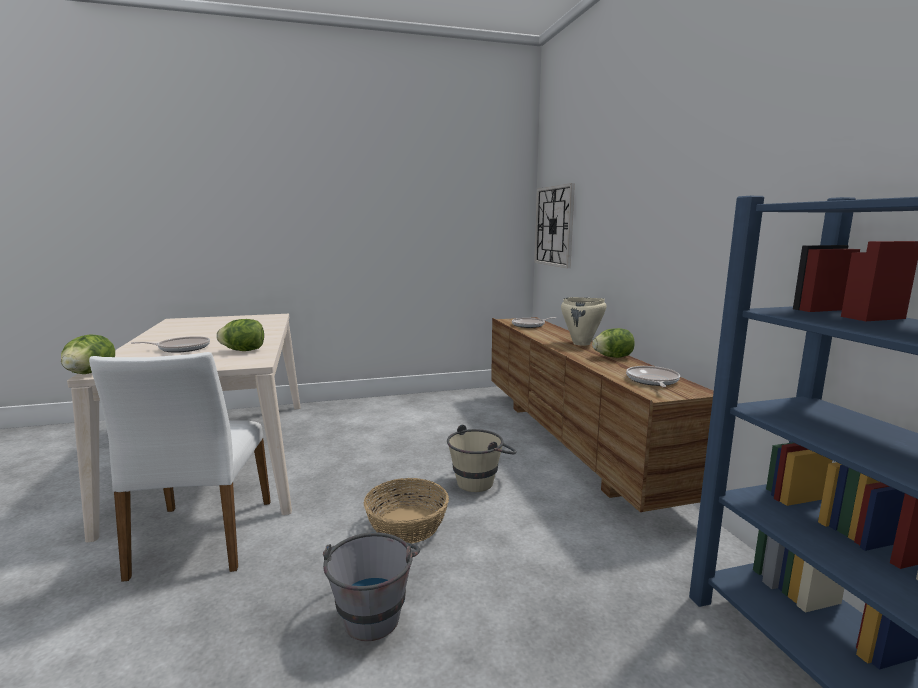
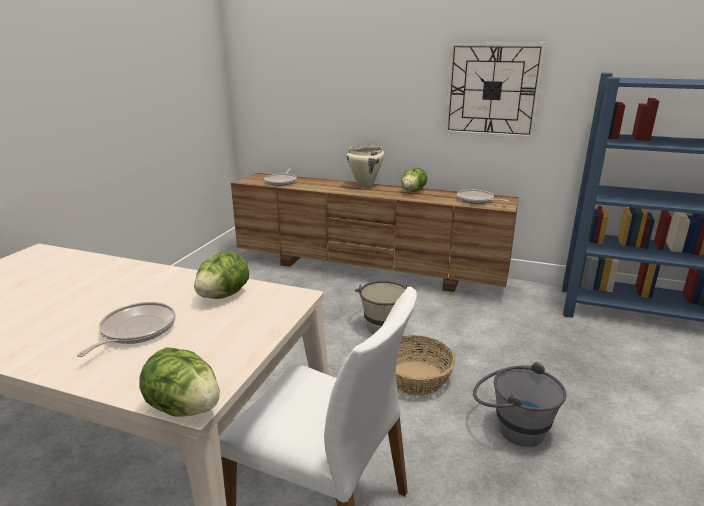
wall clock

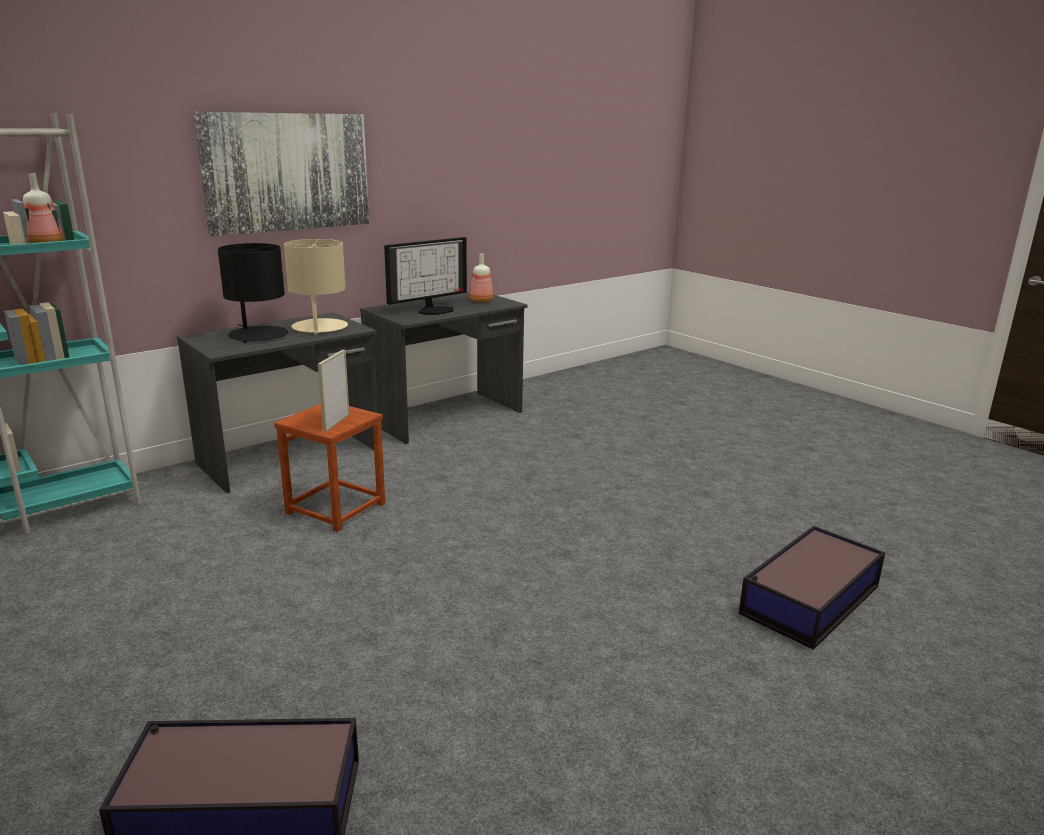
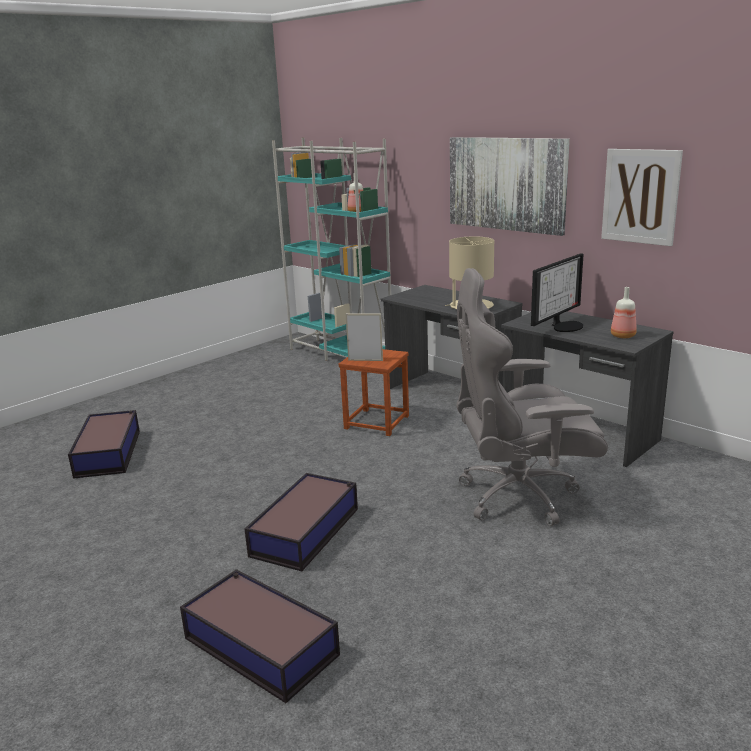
black table lamp
monitor
storage box (3rd from left)
grey office chair
picture (2nd from left)

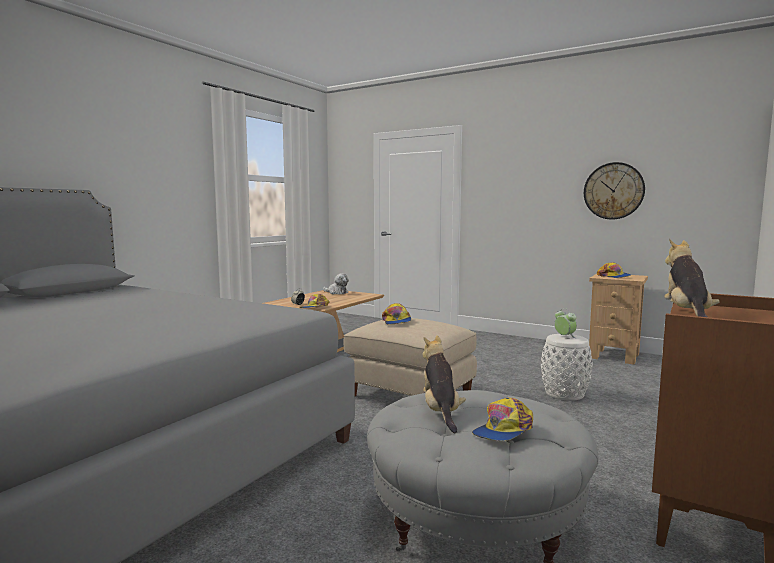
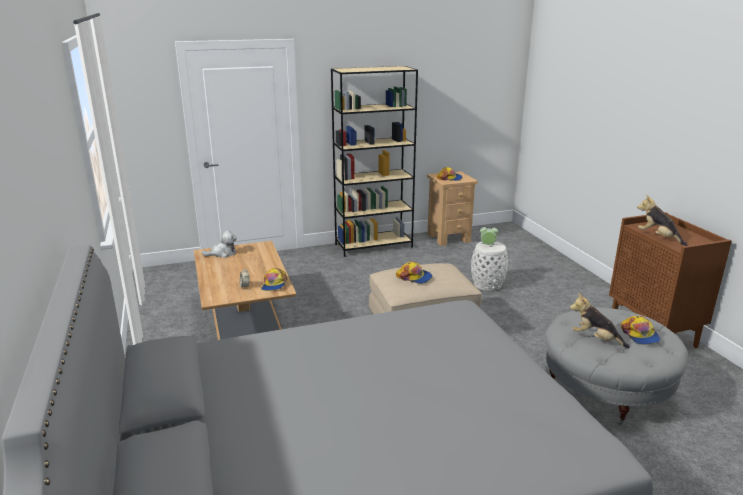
wall clock
beige bookcase

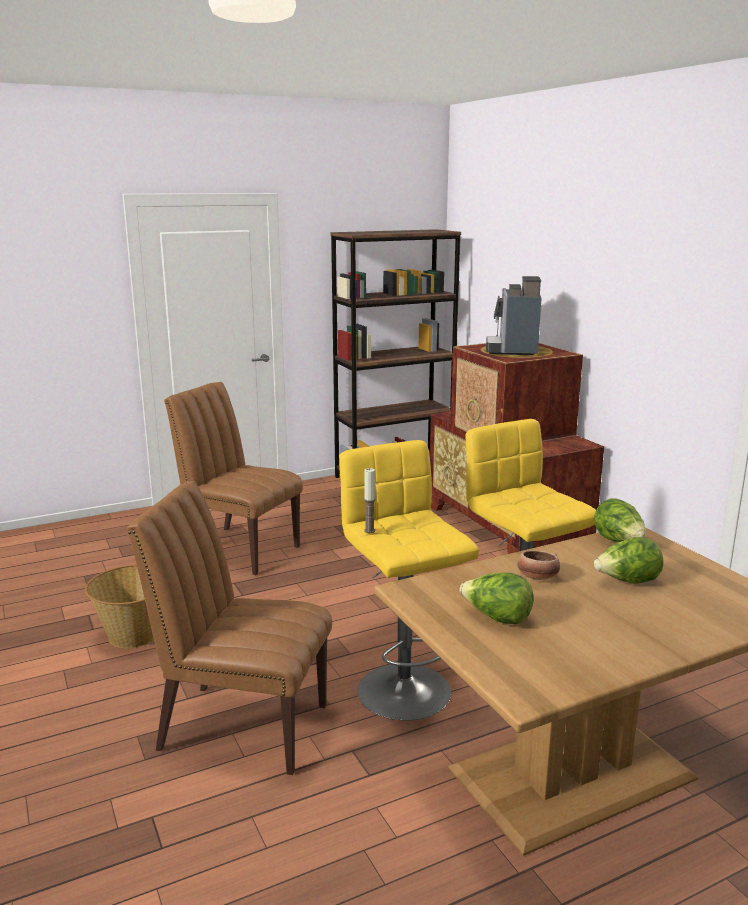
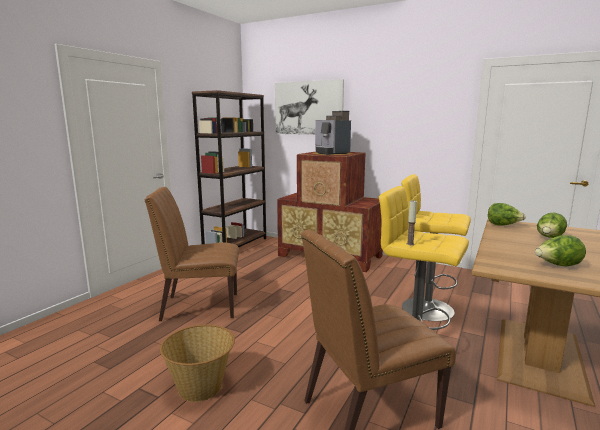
bowl
picture

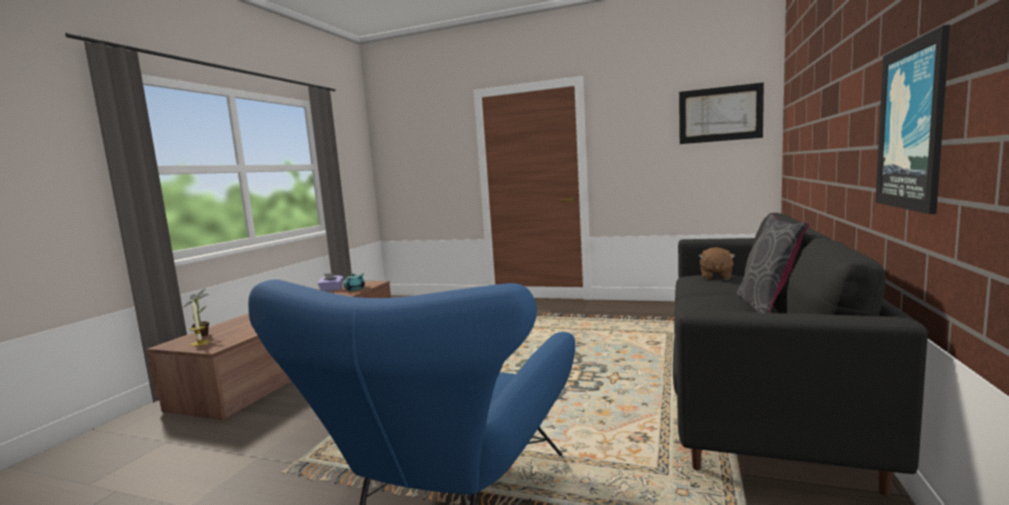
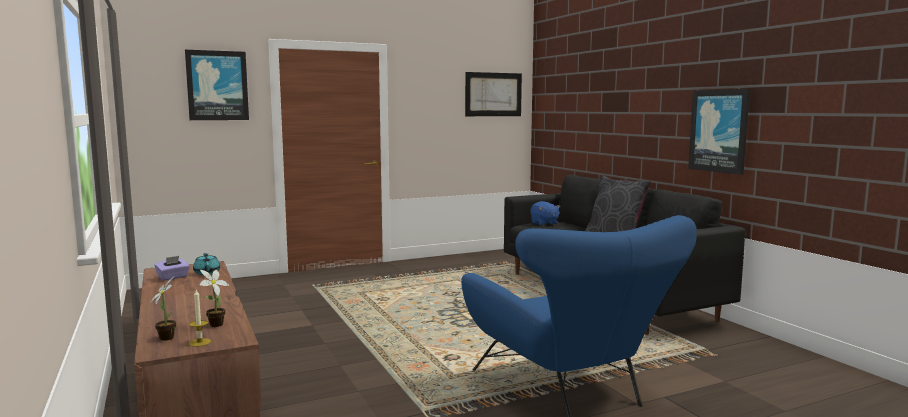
blue plush toy
picture (1st from left)
potted plant (2nd from left)

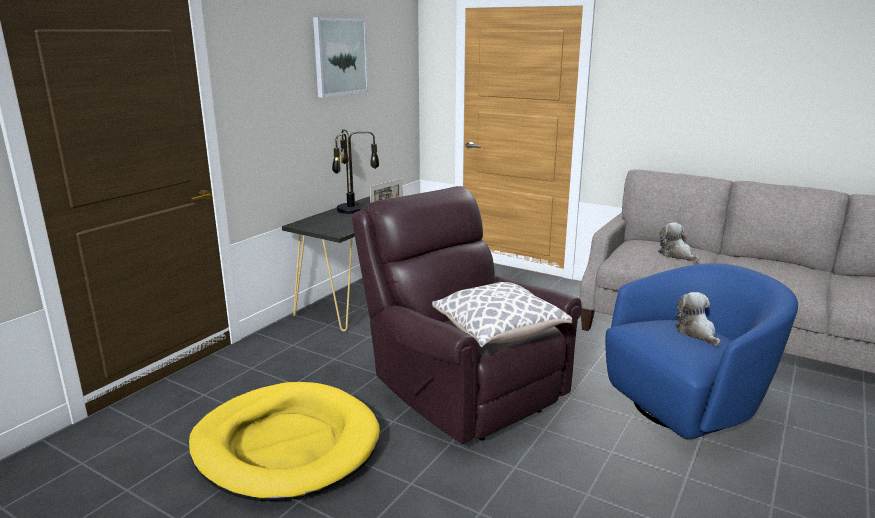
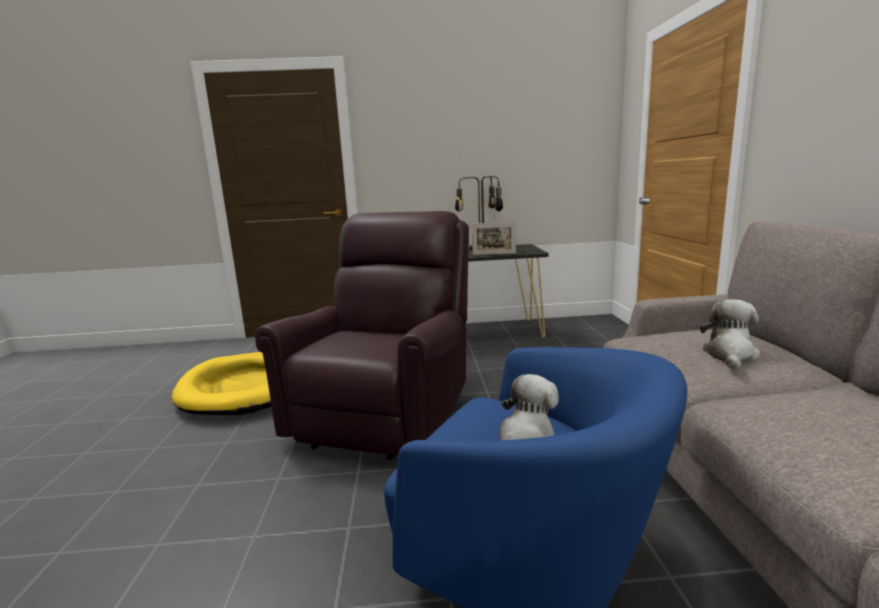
picture
pillow

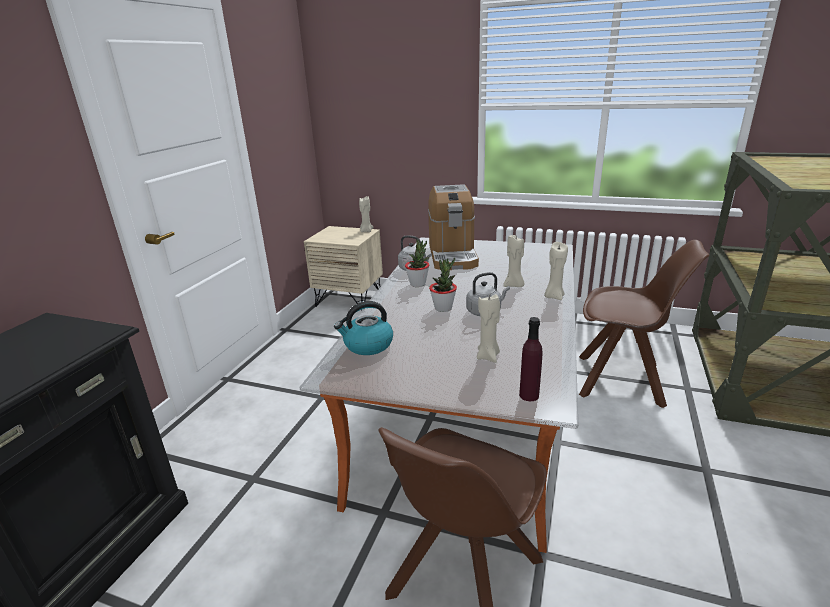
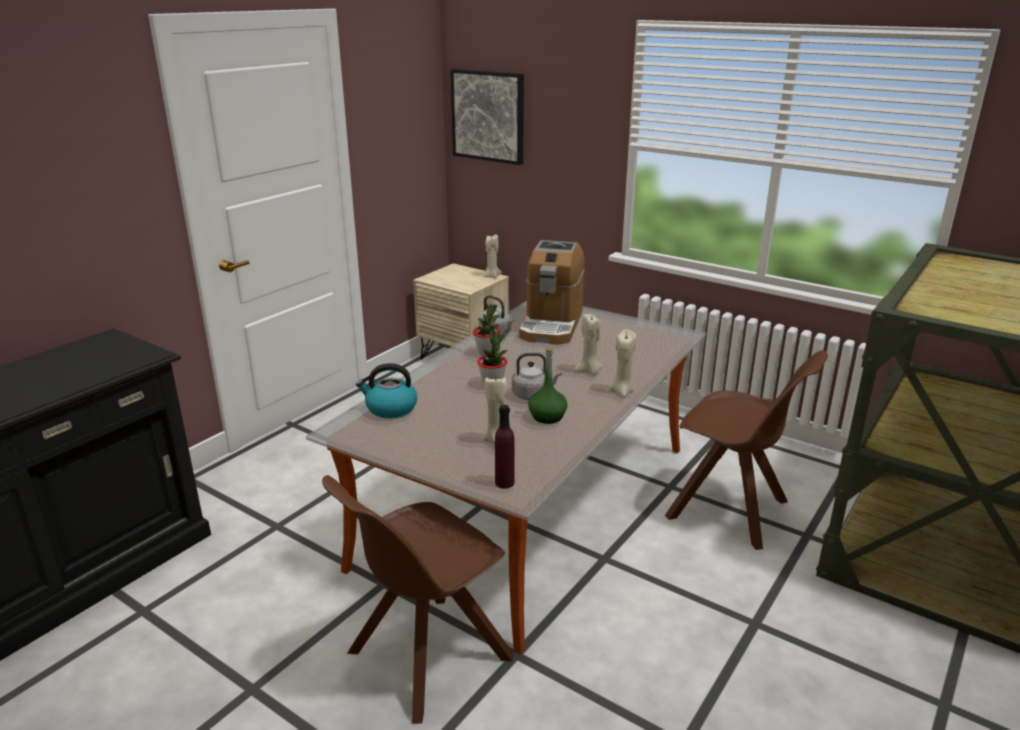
picture
green bottle

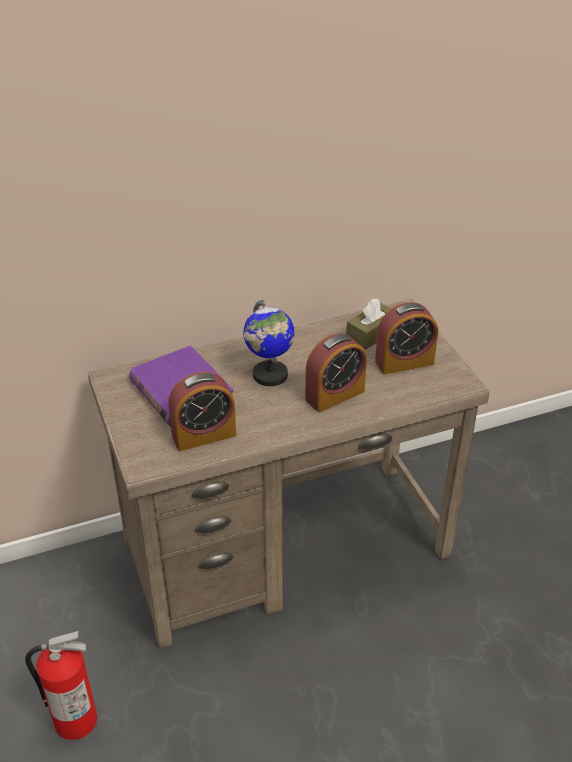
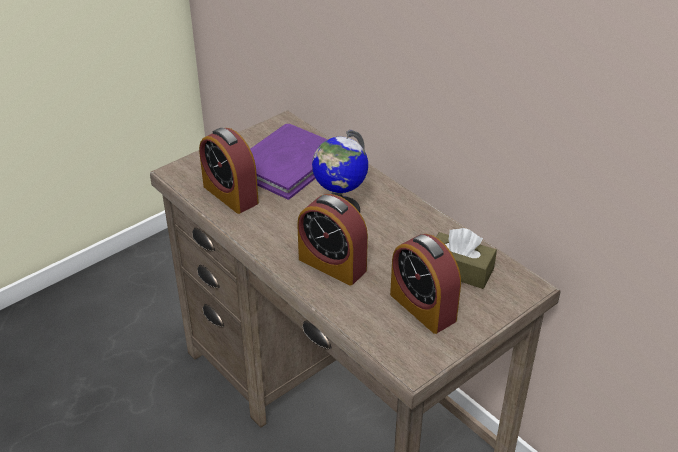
fire extinguisher

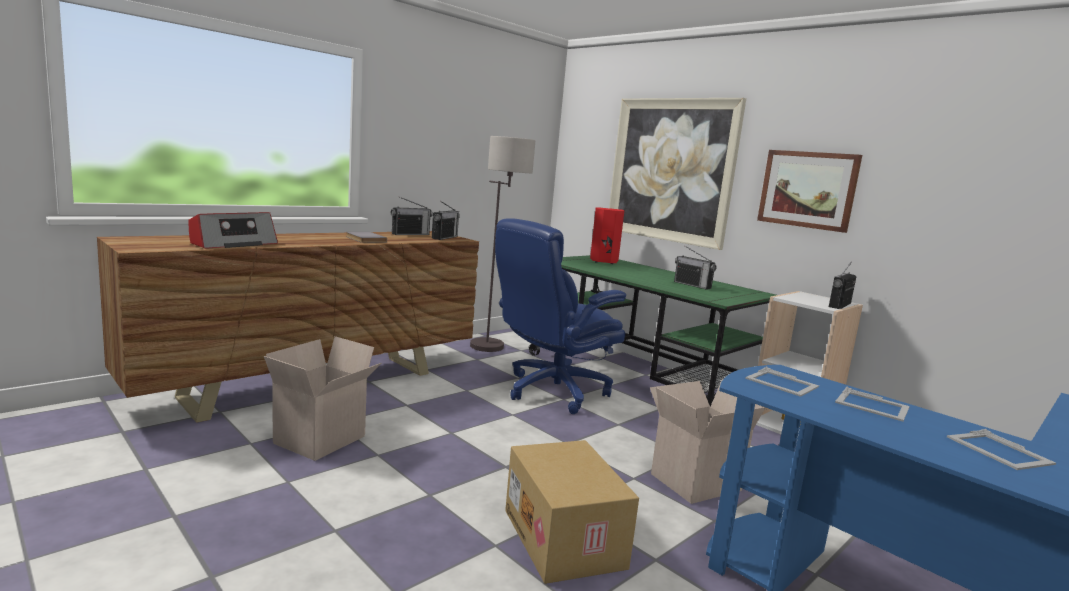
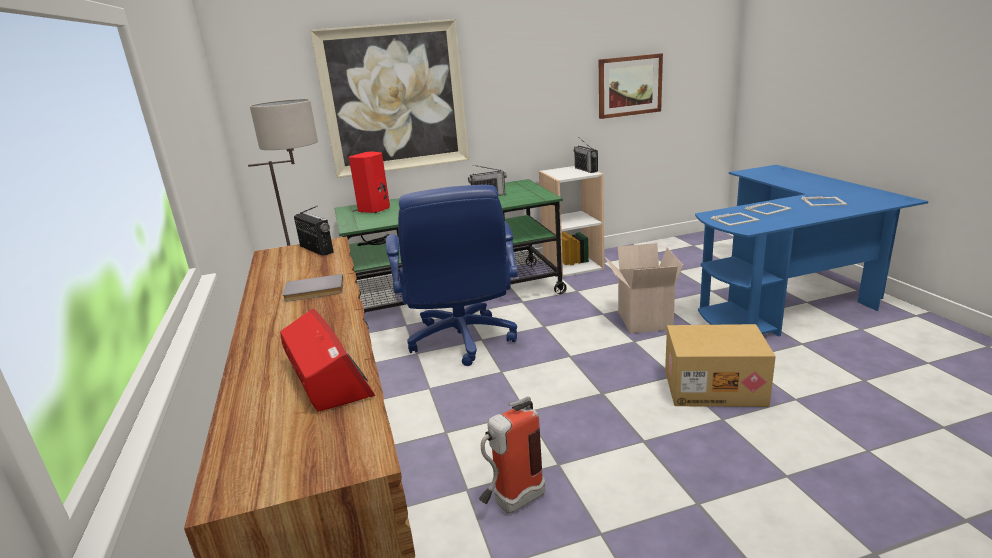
fire extinguisher
radio (2nd from left in the first image)
picture (2nd from left)

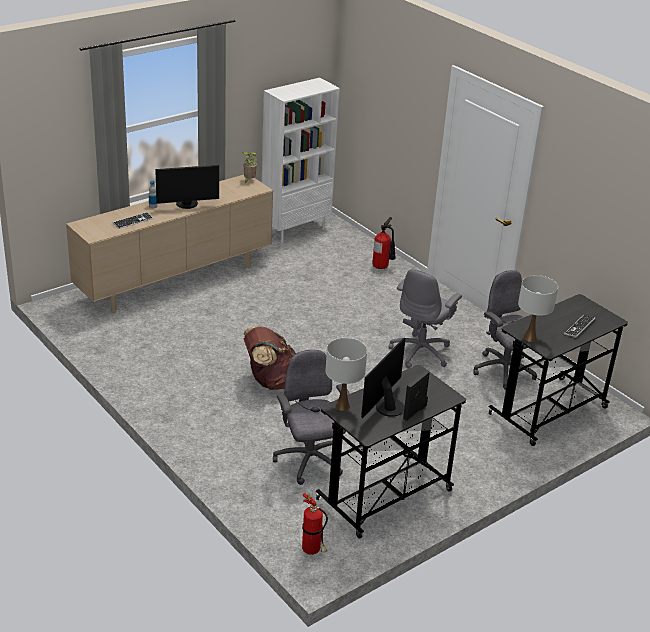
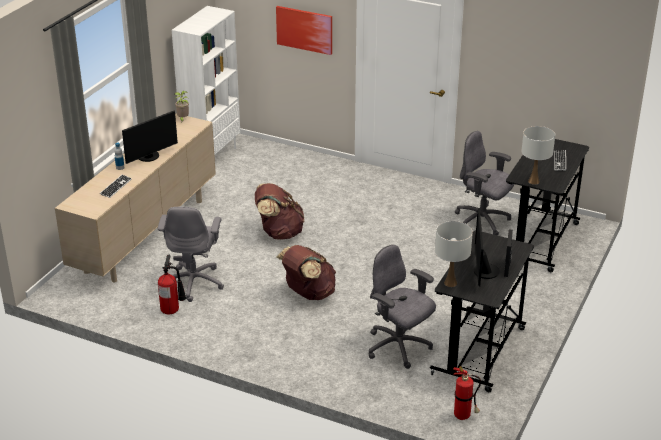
fire extinguisher (1st from left)
grey office chair (1st from left)
brown backpack (1st from left)
picture

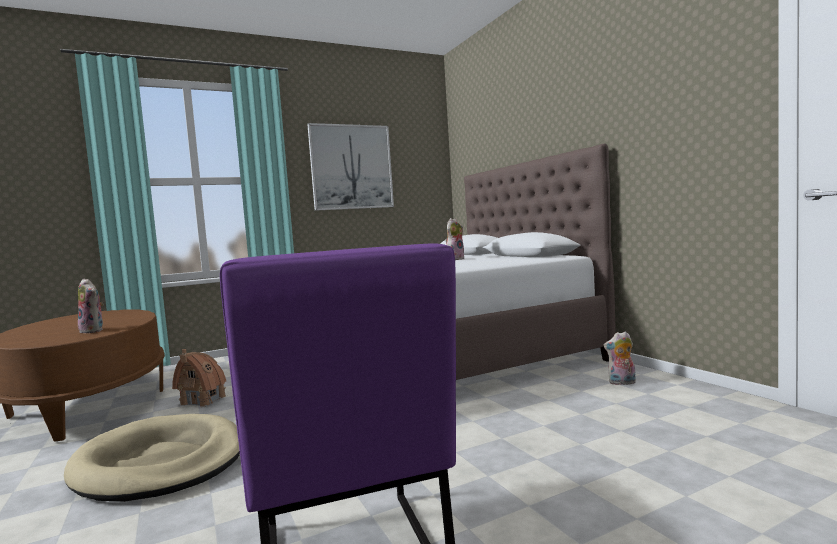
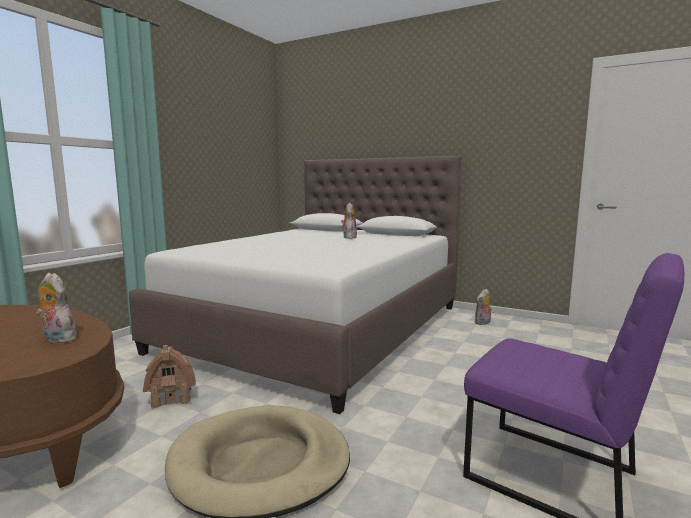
plush toy (1st from left)
picture

